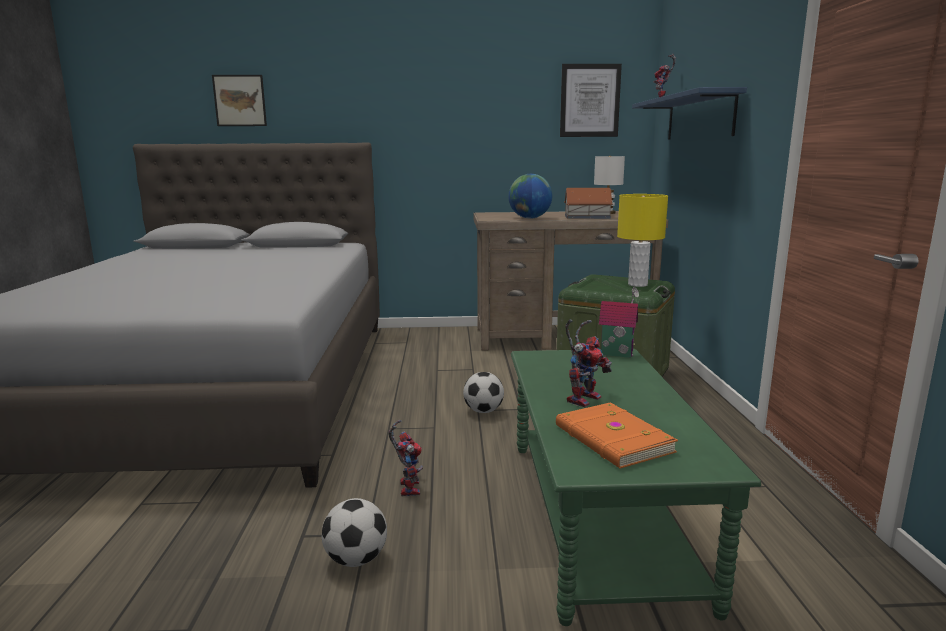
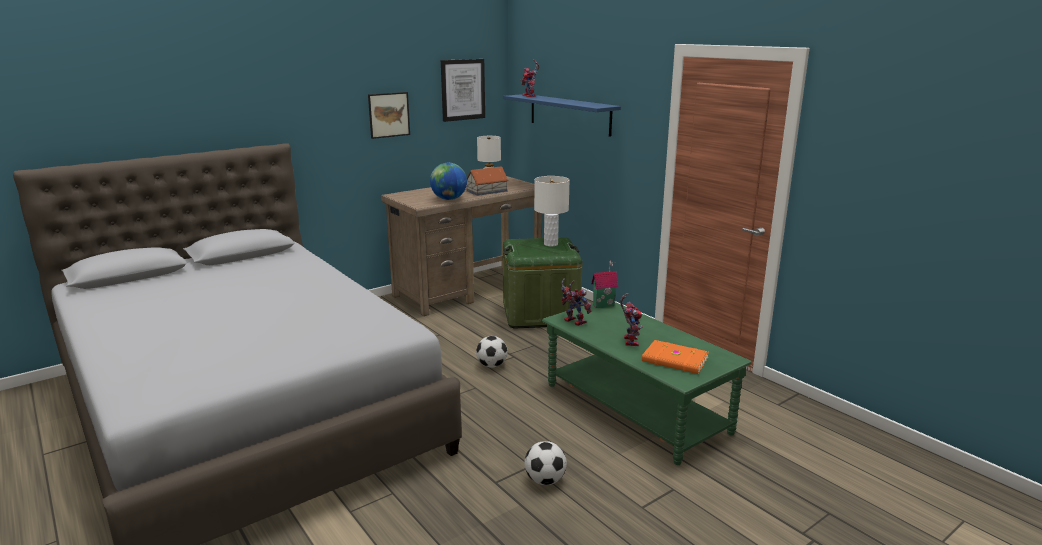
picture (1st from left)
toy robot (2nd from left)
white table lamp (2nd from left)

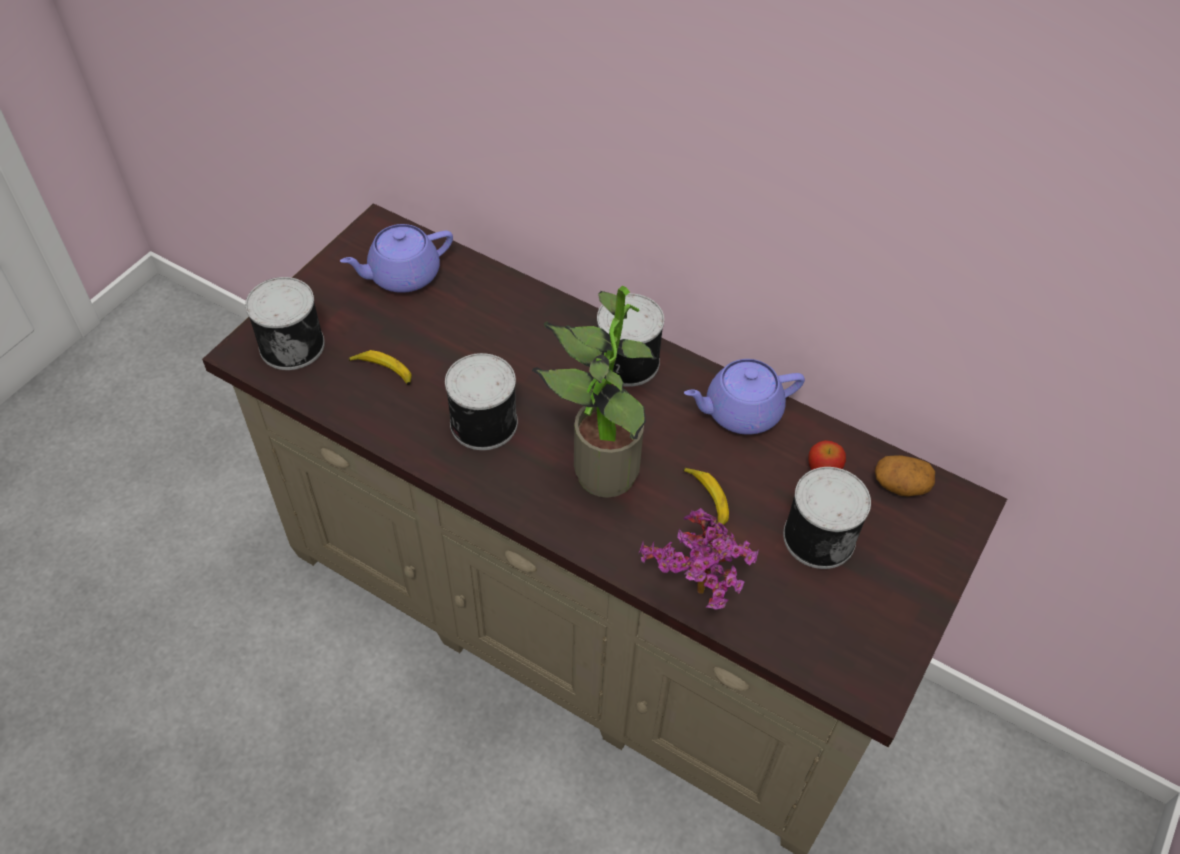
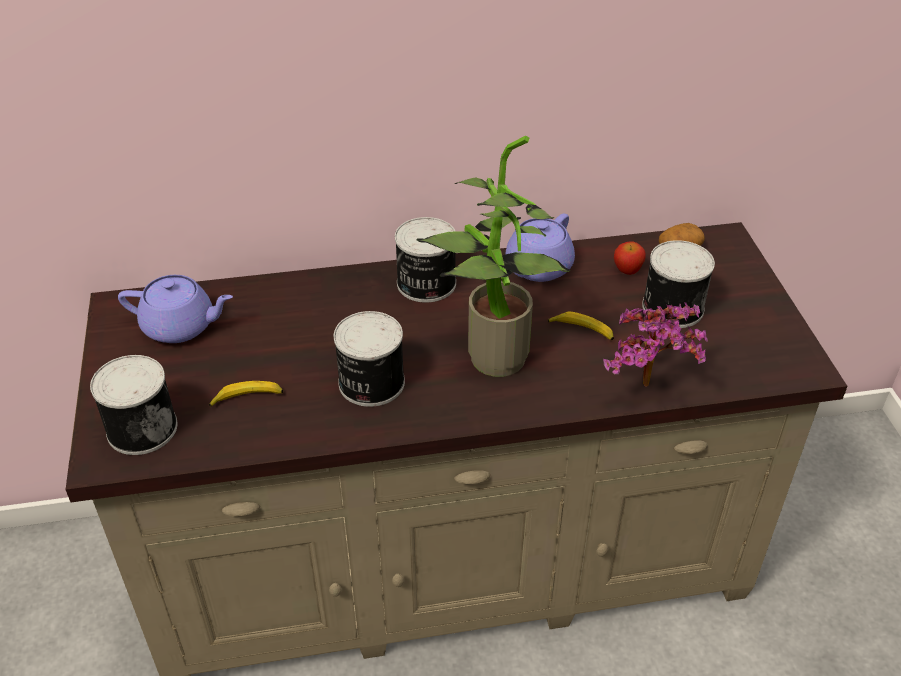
purple teapot (1st from left)

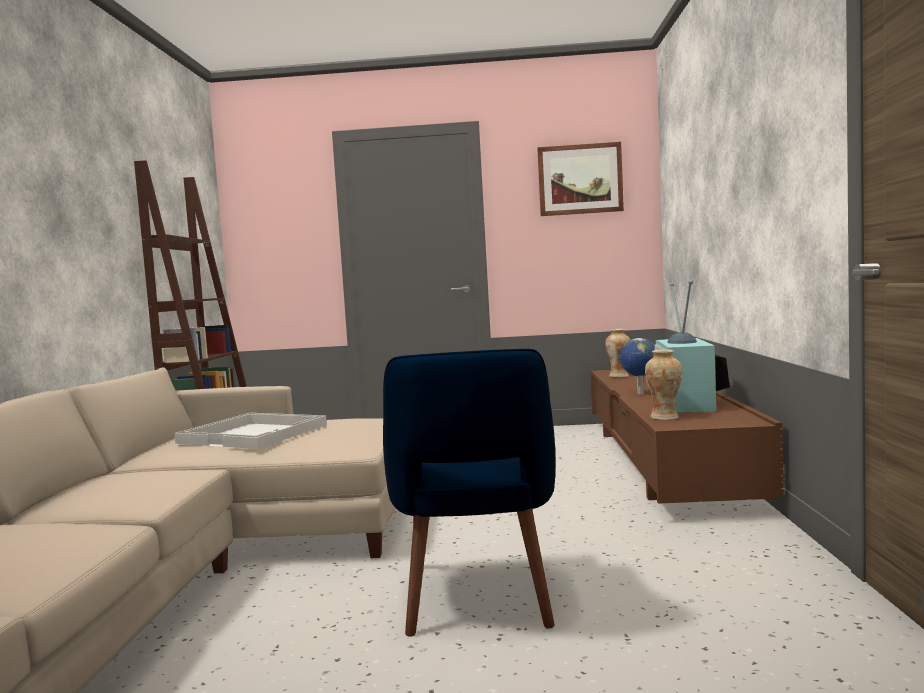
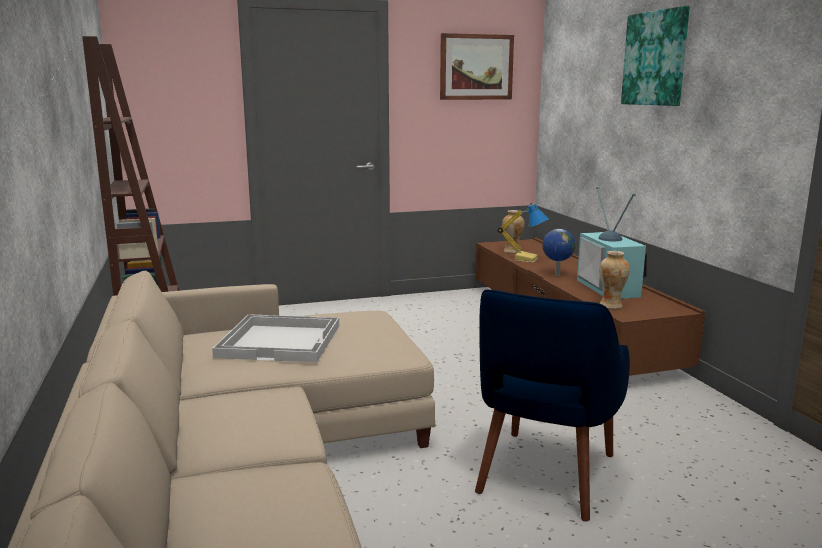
blue armchair
table lamp
picture (2nd from left)

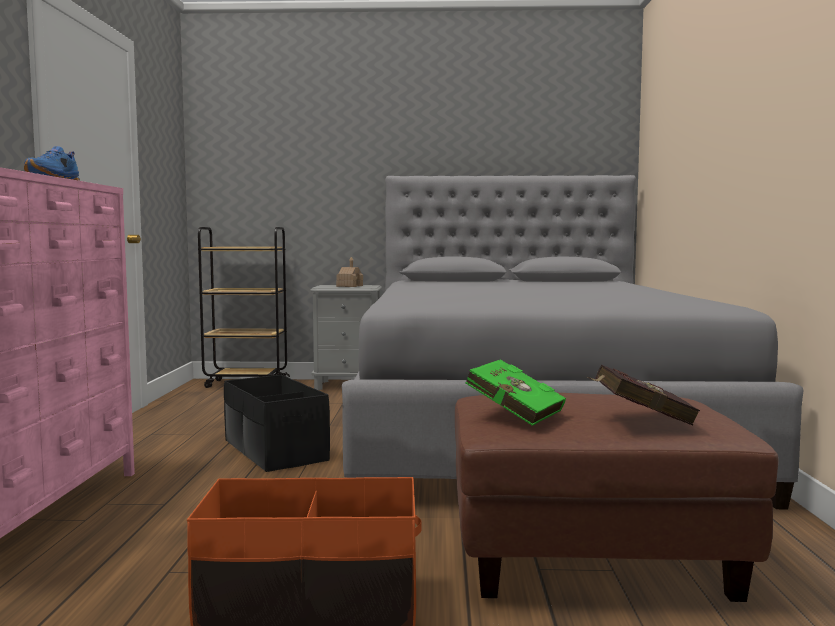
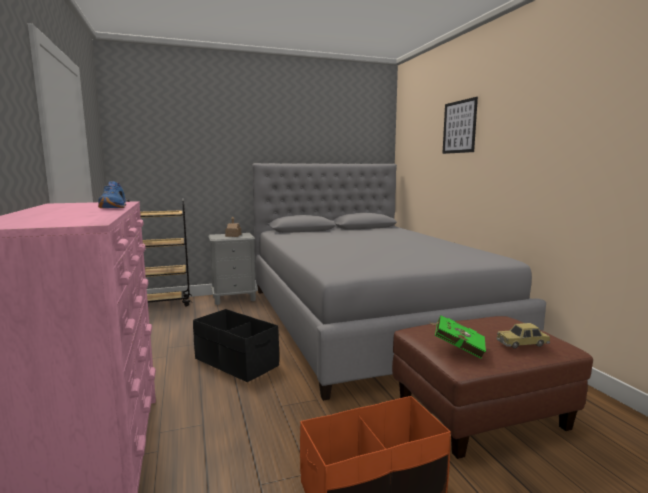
toy car
picture

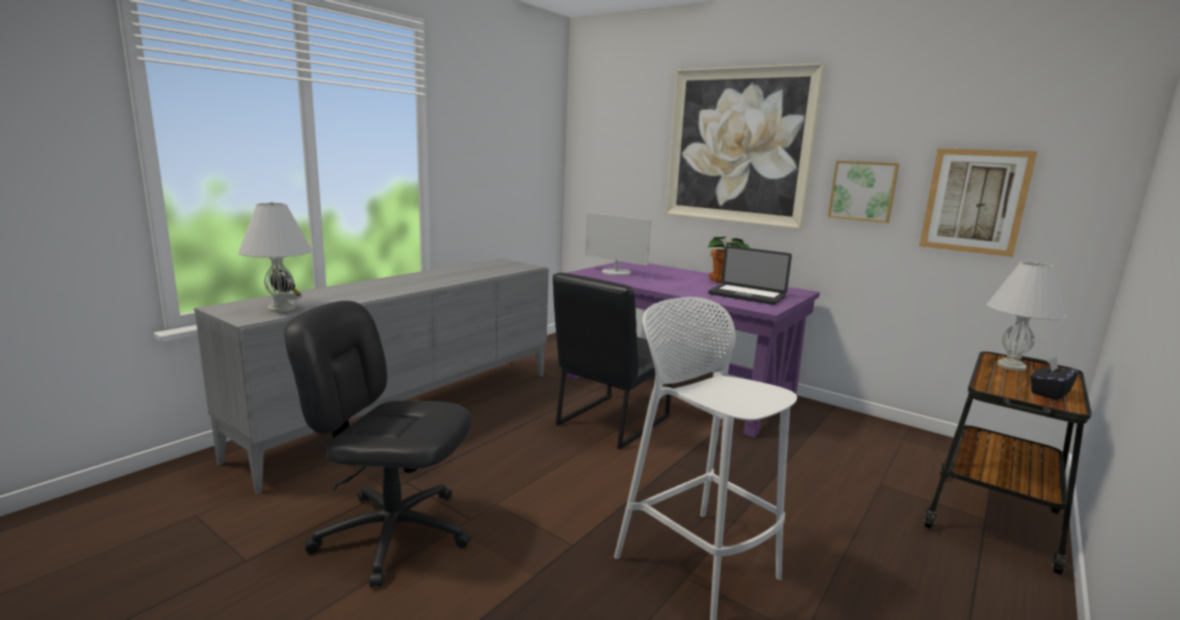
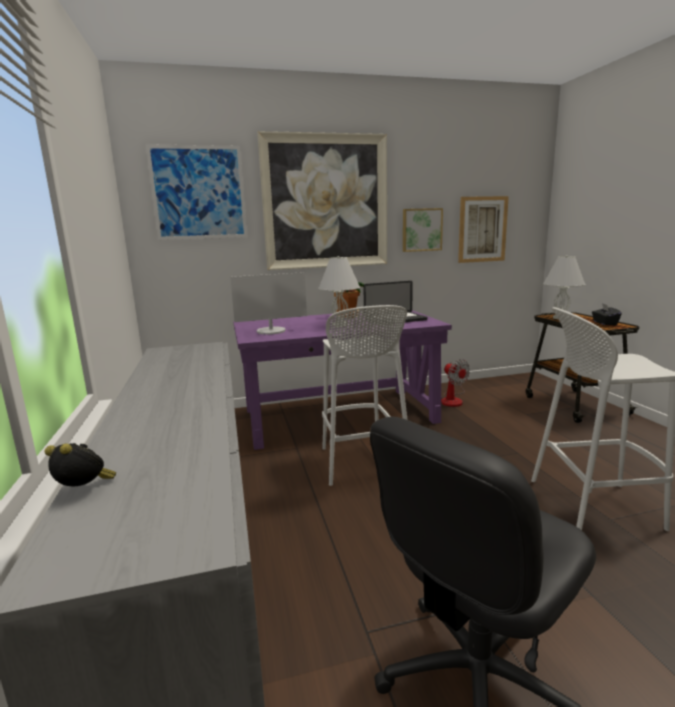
white table lamp (1st from left)
white stool (1st from left)
picture (1st from left)
fan

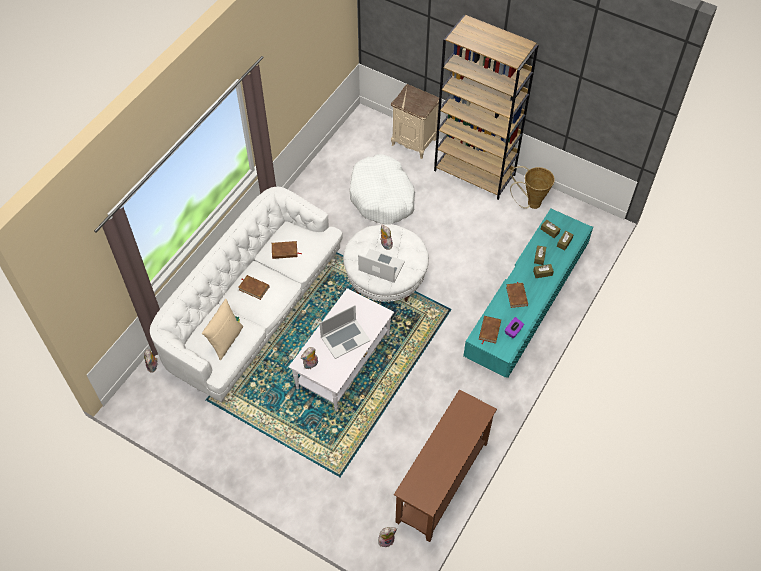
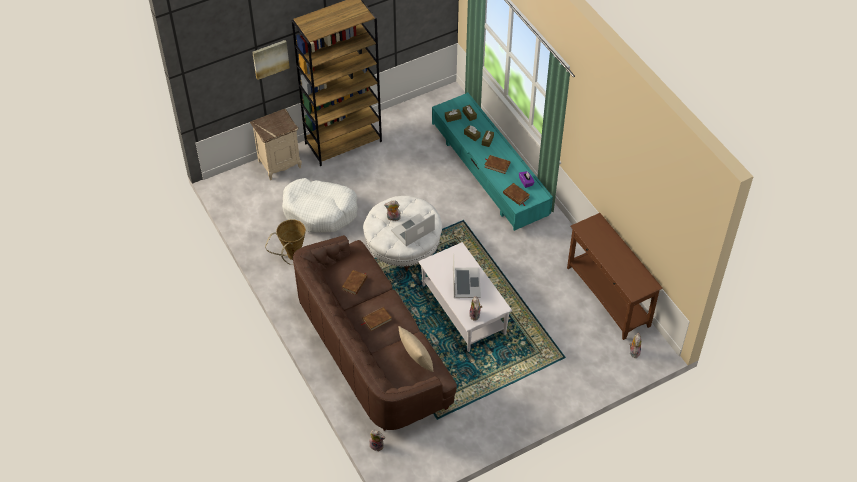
brown sofa
basket
picture

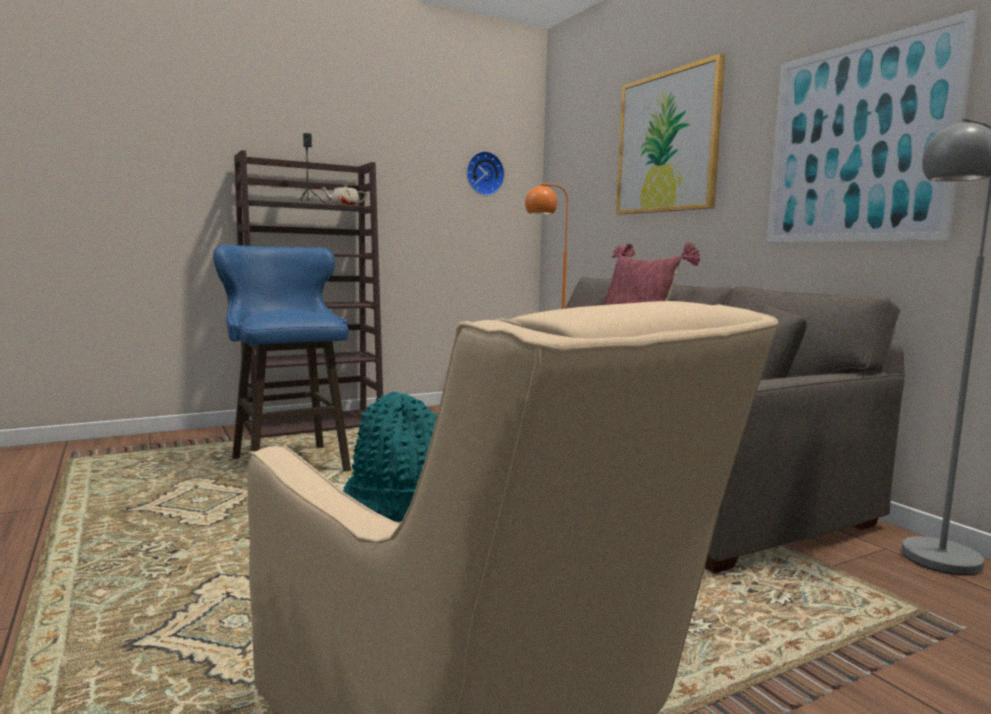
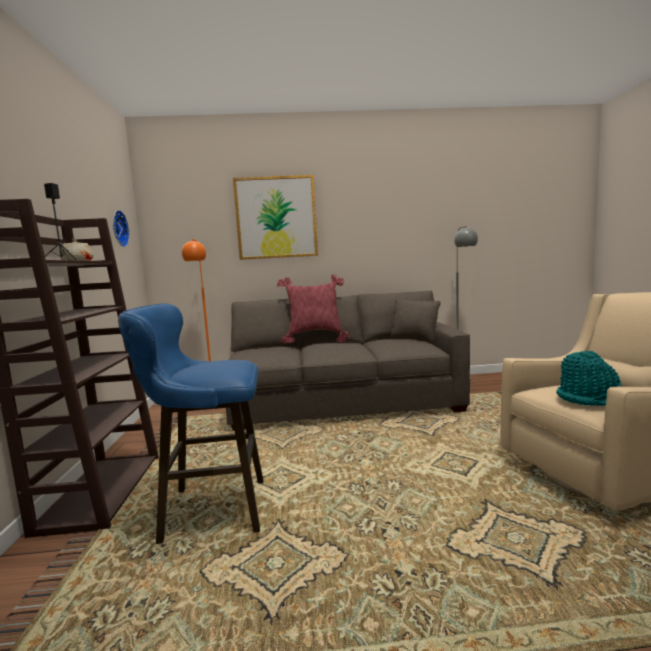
picture (2nd from left in the first image)

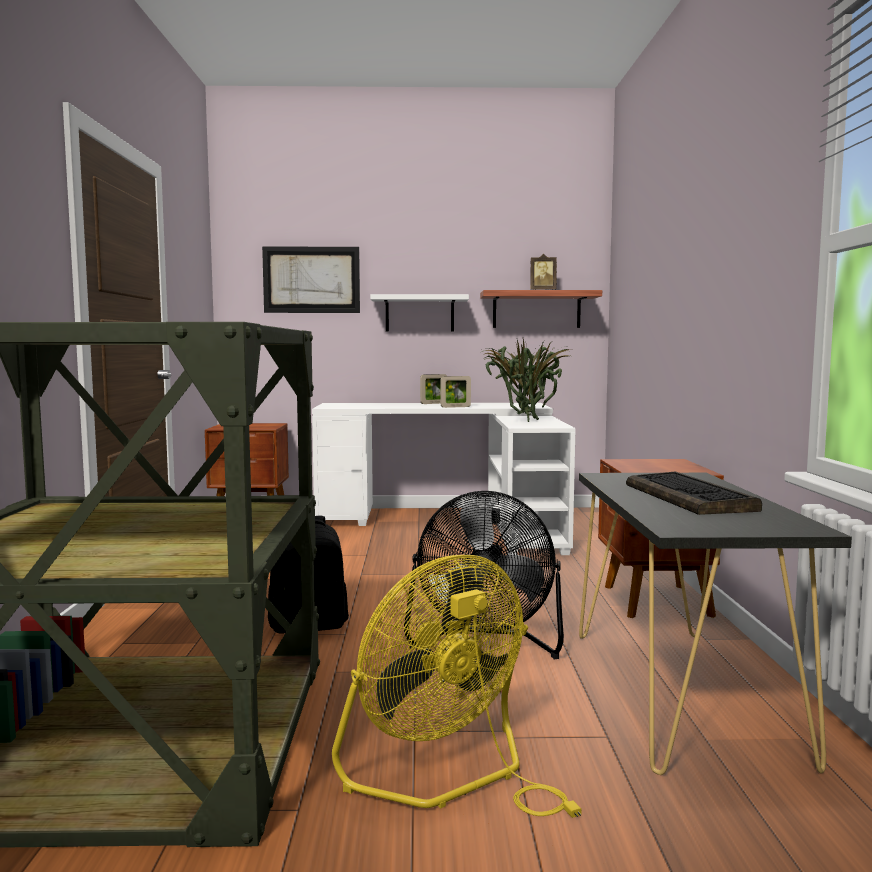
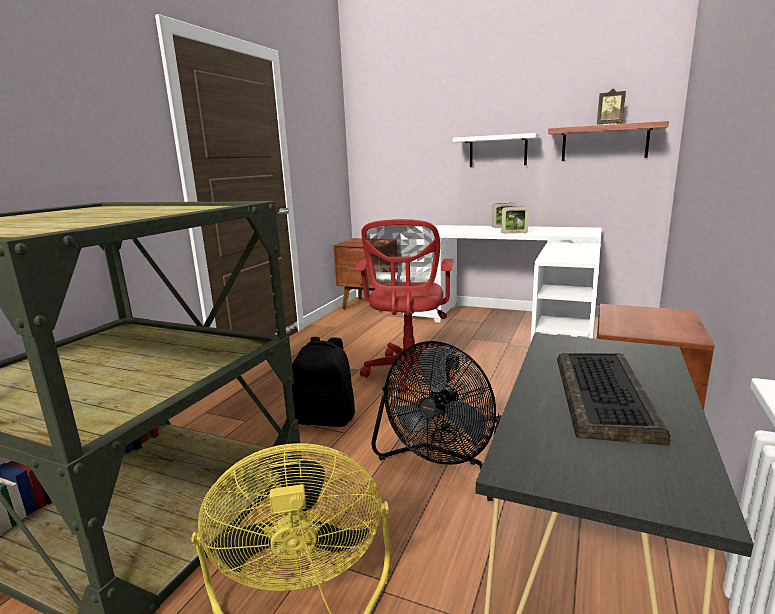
picture
potted plant
red office chair

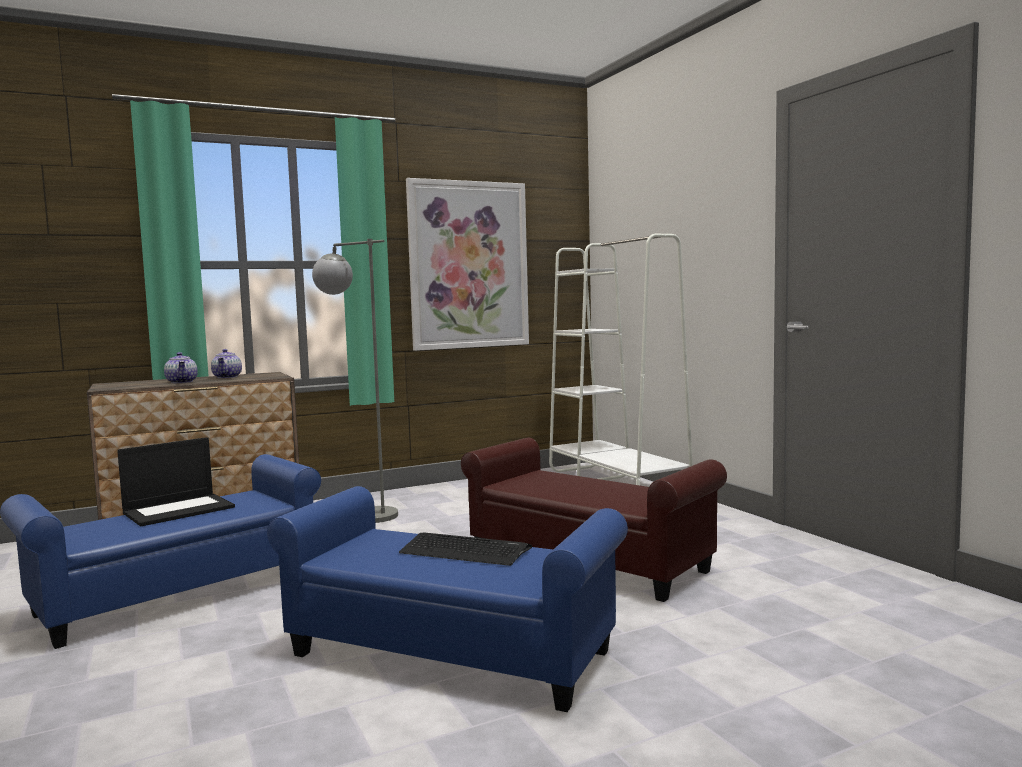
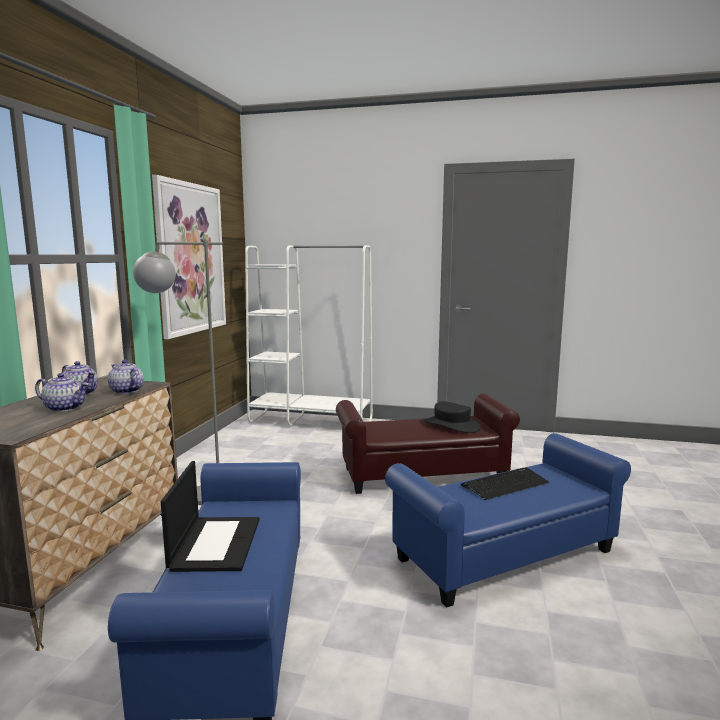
teapot (3rd from left)
black hat

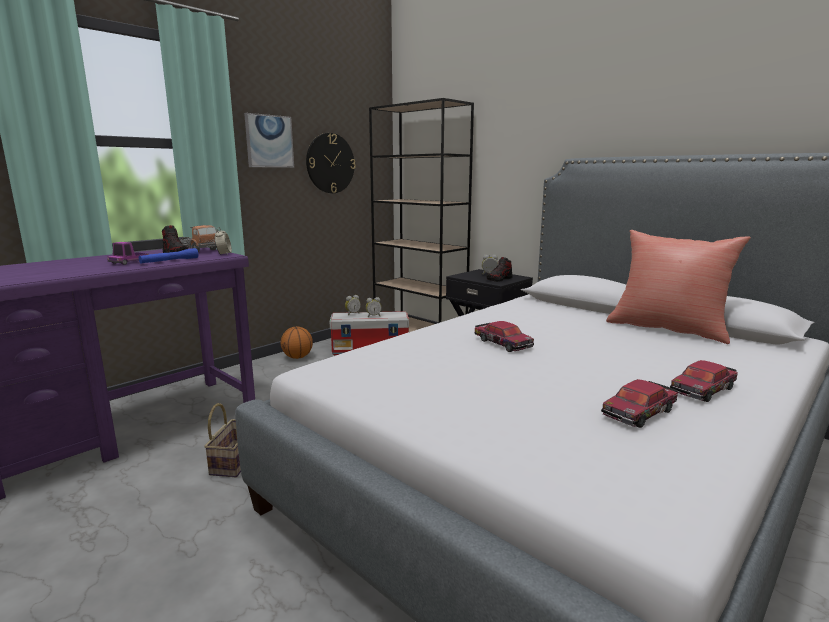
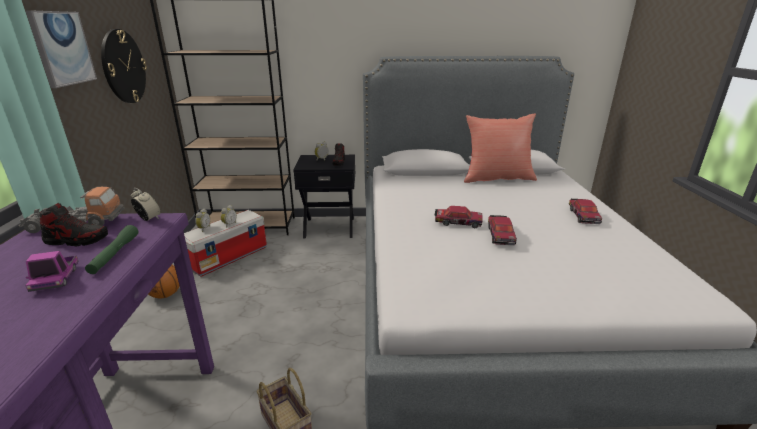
green flashlight
toy car (2nd from left)

